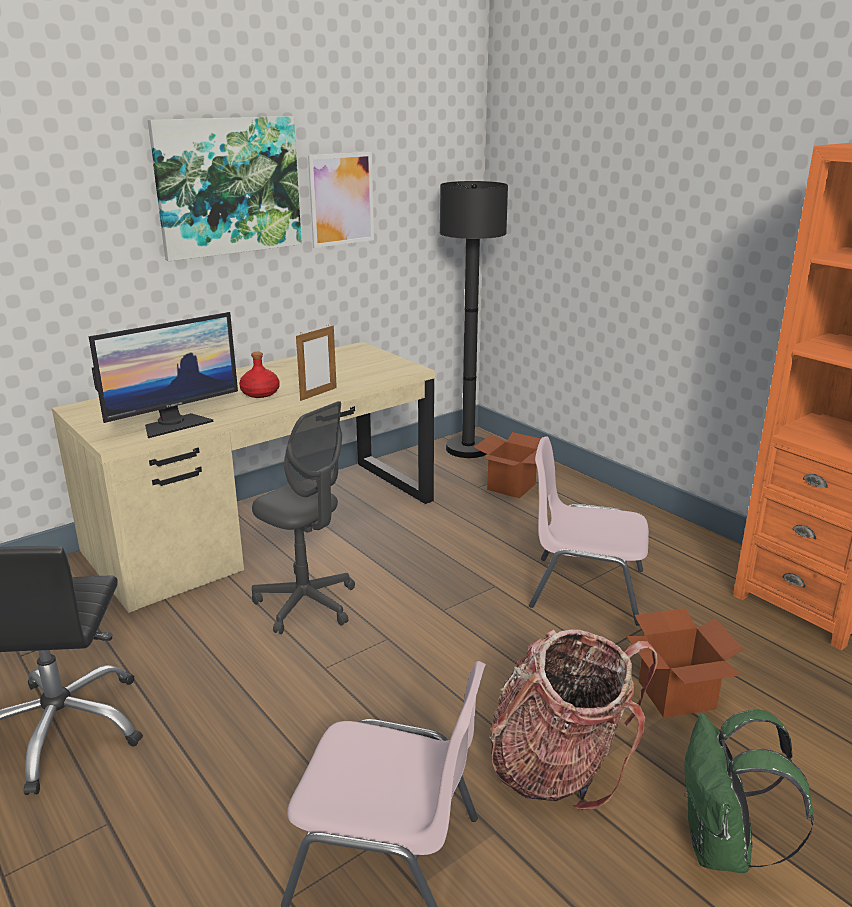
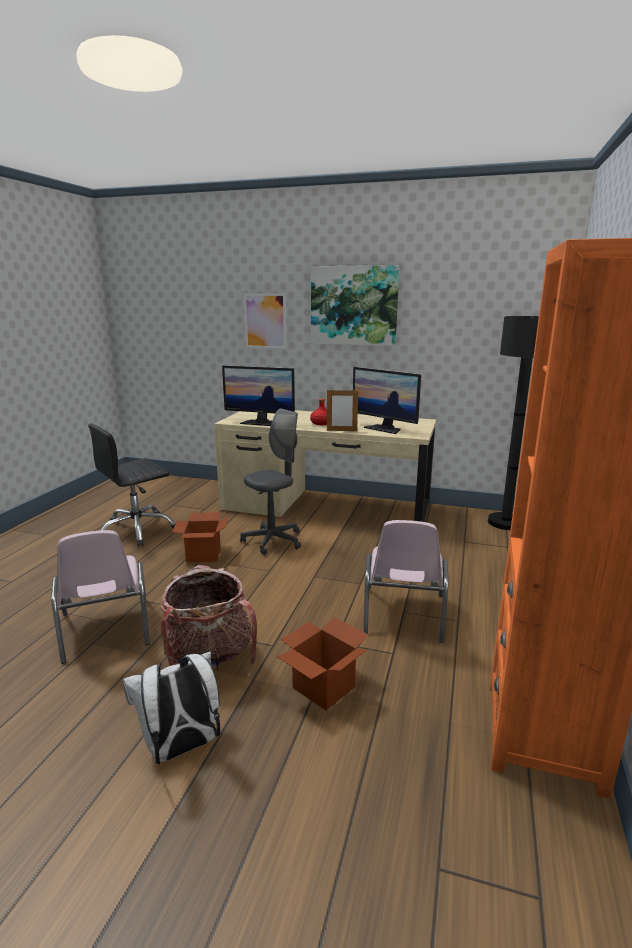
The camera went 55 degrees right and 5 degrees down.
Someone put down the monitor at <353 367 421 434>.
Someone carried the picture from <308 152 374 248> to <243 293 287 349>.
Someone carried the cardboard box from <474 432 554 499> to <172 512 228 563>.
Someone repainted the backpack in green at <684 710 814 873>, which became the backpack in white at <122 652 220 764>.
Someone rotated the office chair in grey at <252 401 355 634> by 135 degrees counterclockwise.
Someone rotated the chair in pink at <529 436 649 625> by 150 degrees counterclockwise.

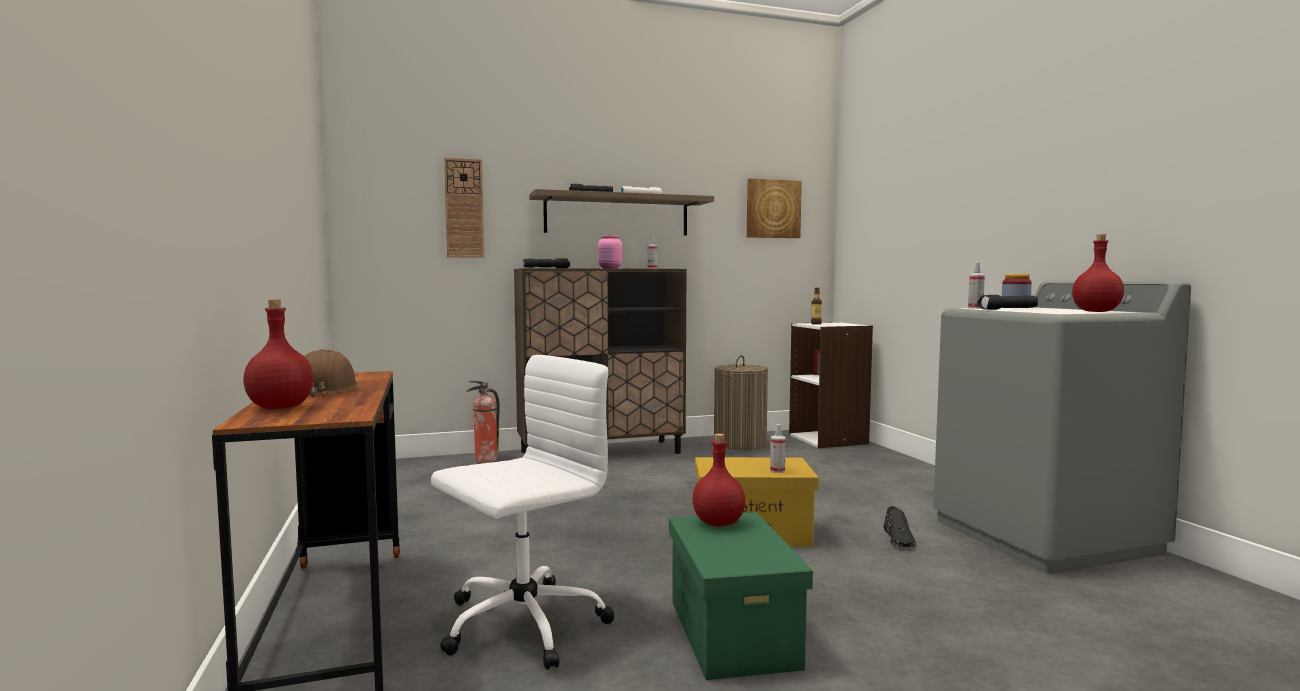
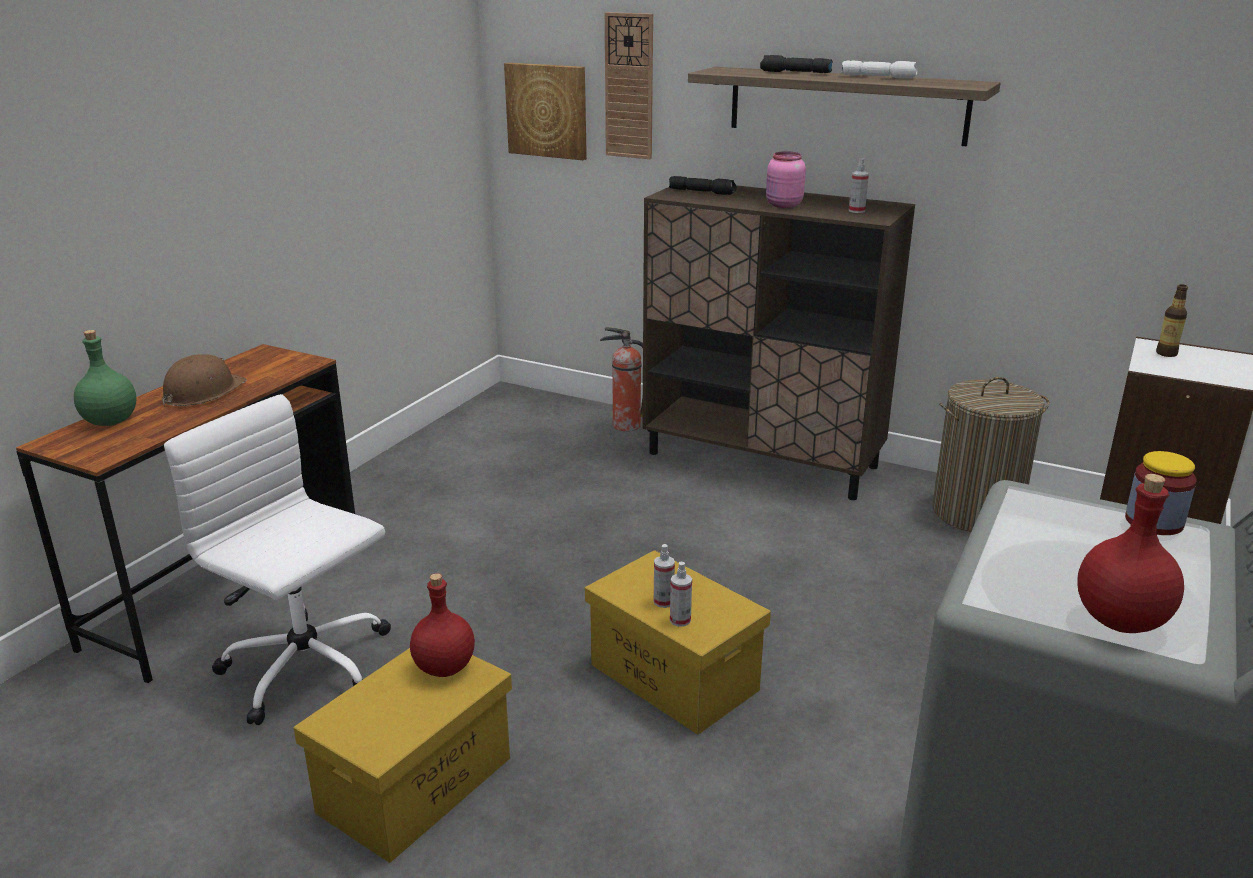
The camera went 45 degrees right and 20 degrees up.
Someone took away the shoe in black at <883 506 916 547>.
Someone took away the flashlight in black at <977 295 1038 310>.
Someone carried the picture from <747 178 802 238> to <504 63 587 160>.
Someone carried the spray bottle from <968 263 985 308> to <654 544 675 608>.
Someone repainted the bottle in red at <243 299 313 409>, which became the bottle in green at <74 330 137 426>.
Someone repainted the storage box in green at <669 512 813 680>, which became the storage box in yellow at <294 648 512 863>.
Someone rotated the office chair in white at <431 355 614 670> by 150 degrees counterclockwise.

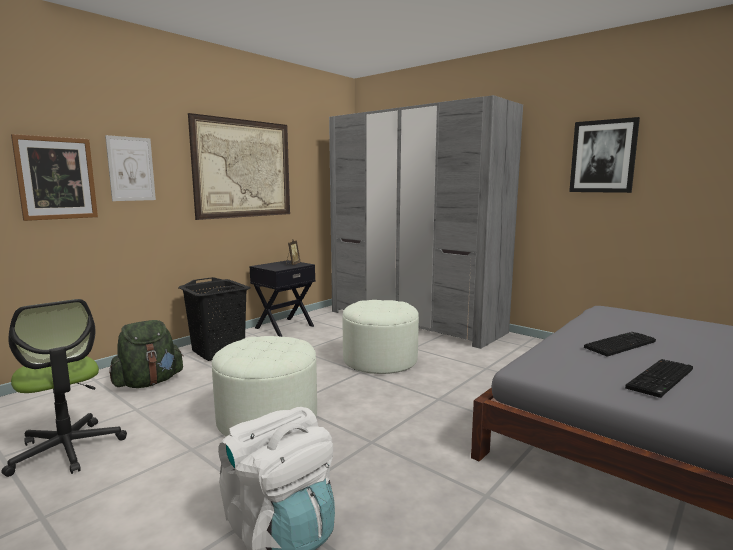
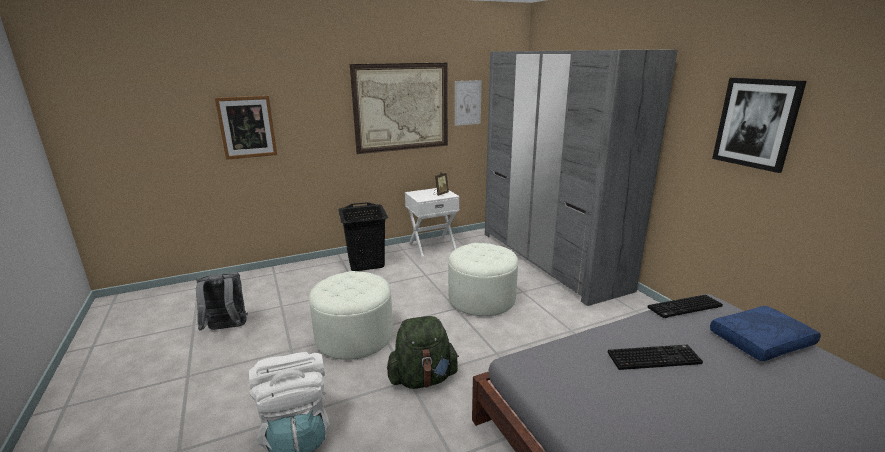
The camera went 25 degrees right and 10 degrees up.
Someone put down the pillow in blue at <710 306 821 362>.
Someone carried the picture from <105 135 156 201> to <455 80 482 126>.
Someone carried the backpack in green from <109 320 183 388> to <387 316 459 389>.
Someone carried the keyboard from <625 359 693 398> to <648 295 723 318>.
Someone swapped the office chair at <1 299 127 477> for the backpack in grey at <196 273 248 331>.
Someone repainted the nightstand in black at <249 260 315 337>, which became the nightstand in white at <405 188 459 256>.

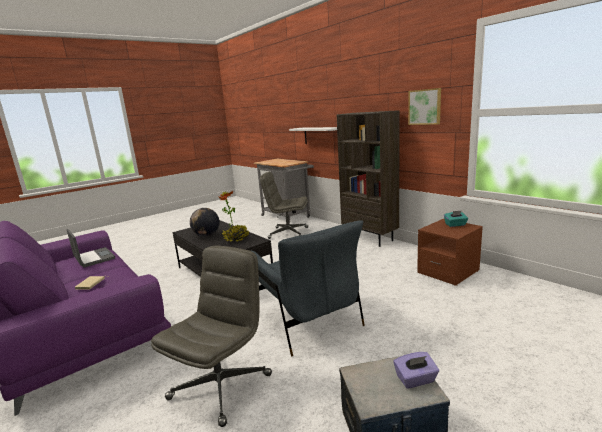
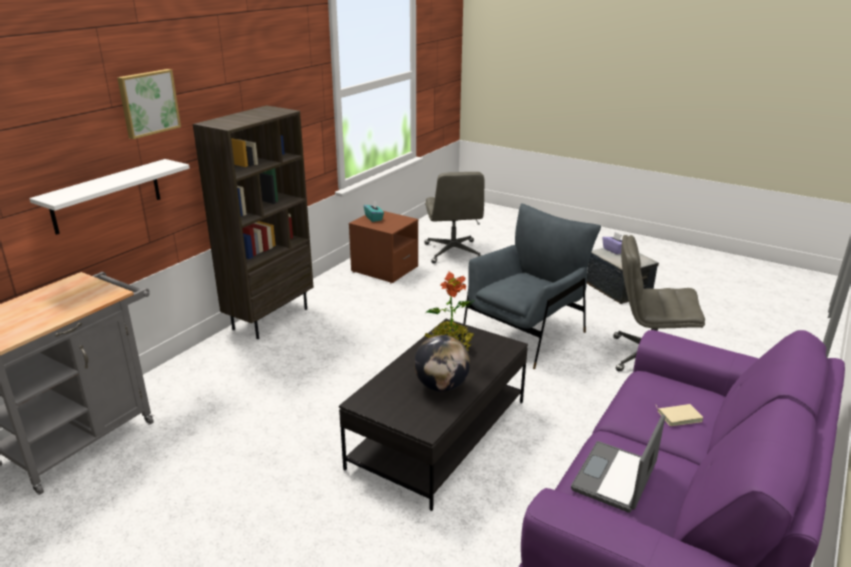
The camera went 110 degrees left and 10 degrees up.
Someone carried the office chair in grey from <260 172 308 239> to <424 172 485 264>.
Someone carried the picture from <408 88 441 125> to <117 69 181 139>.

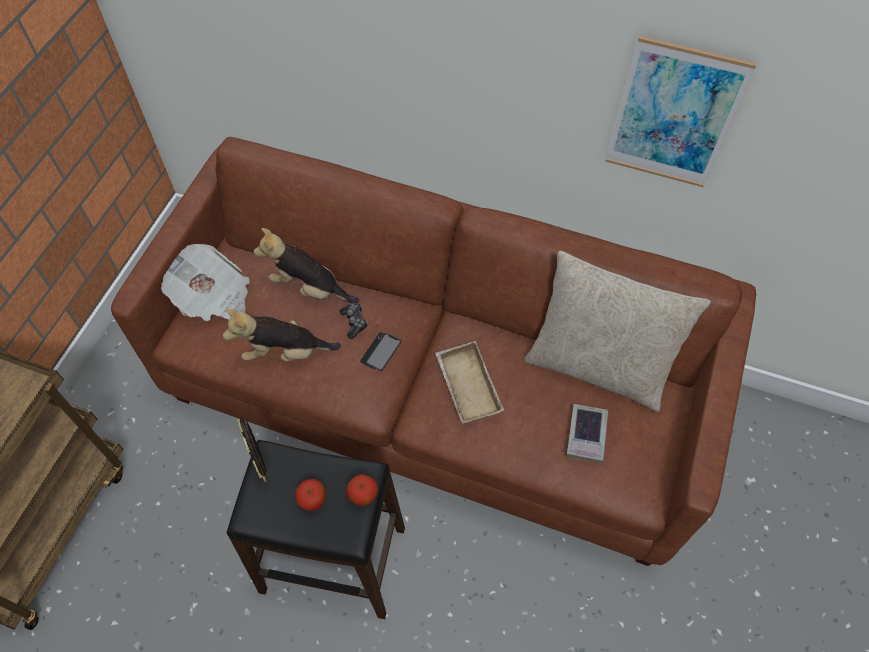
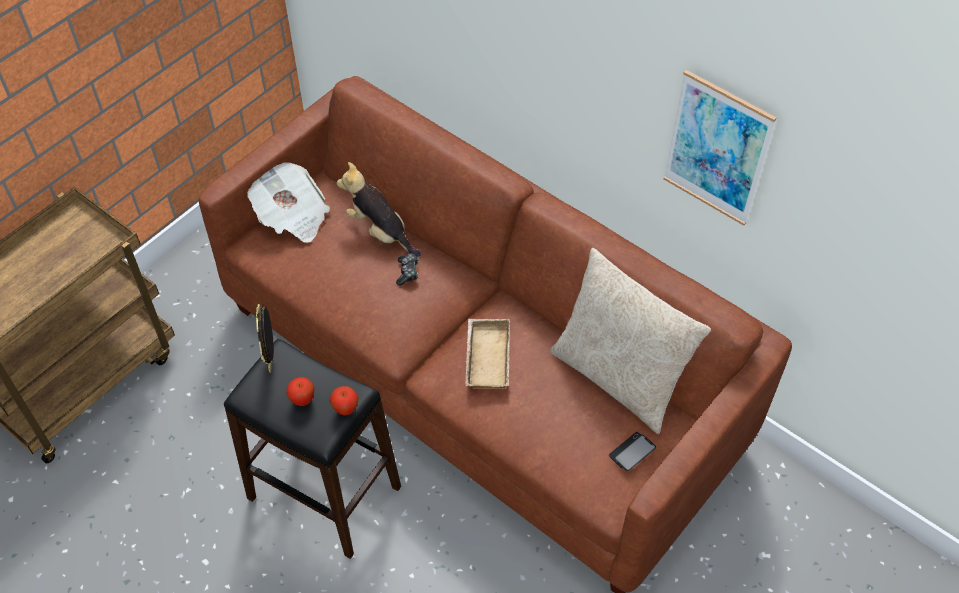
The camera went 20 degrees right and 5 degrees down.
Someone took away the plush toy at <223 309 341 361>.
Someone took away the book at <566 404 608 463>.
Someone carried the phone from <360 332 401 371> to <609 432 656 471>.

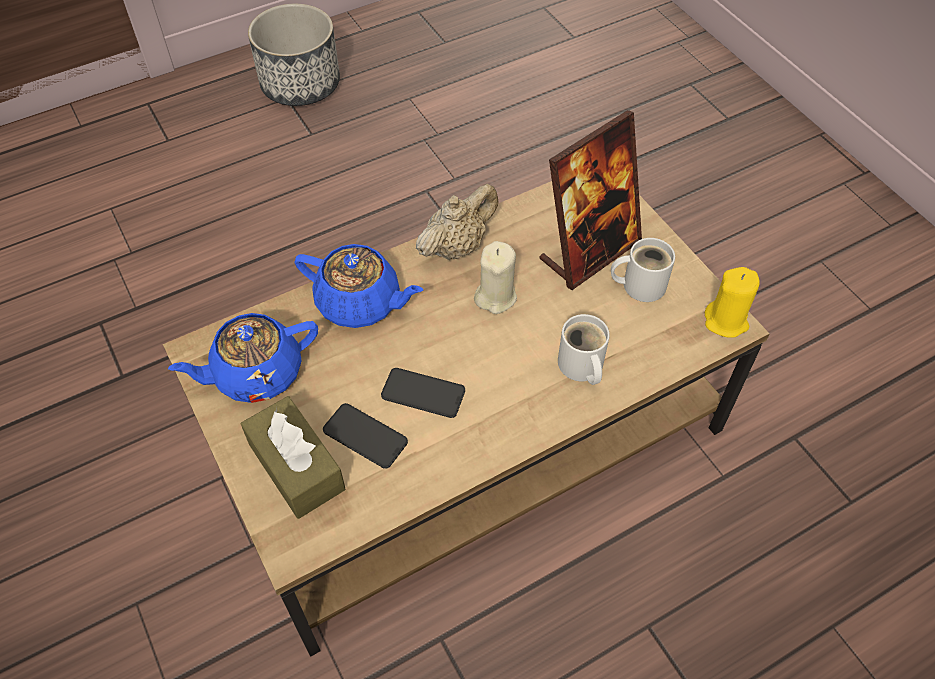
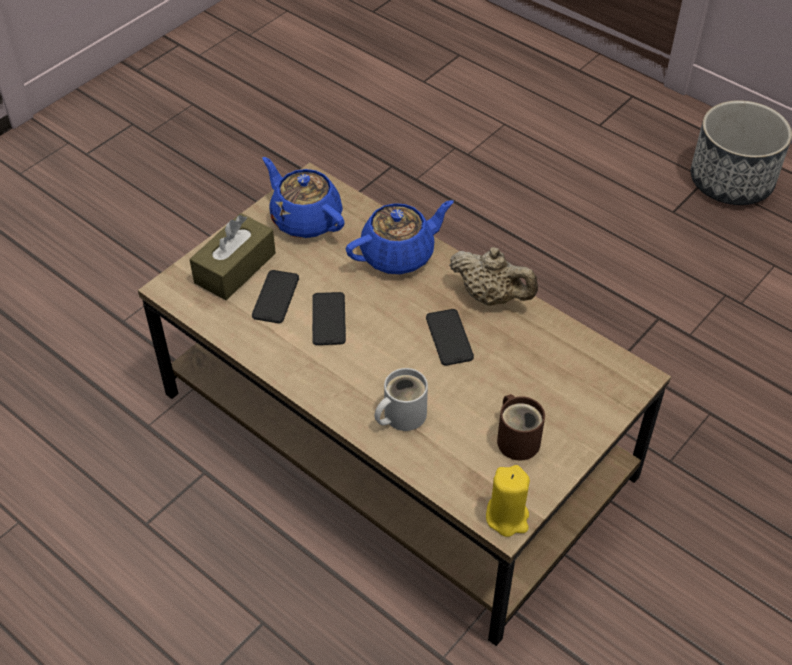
The camera went 70 degrees right and 5 degrees down.
Someone took away the picture frame at <539 110 642 290>.
Someone swapped the candle in beige at <474 241 517 314> for the phone at <426 309 474 366>.
Someone repainted the mug in white at <611 238 675 302>, which became the mug in brown at <497 394 545 460>.
Someone rotated the teapot in blue at <294 244 423 328> by 120 degrees counterclockwise.

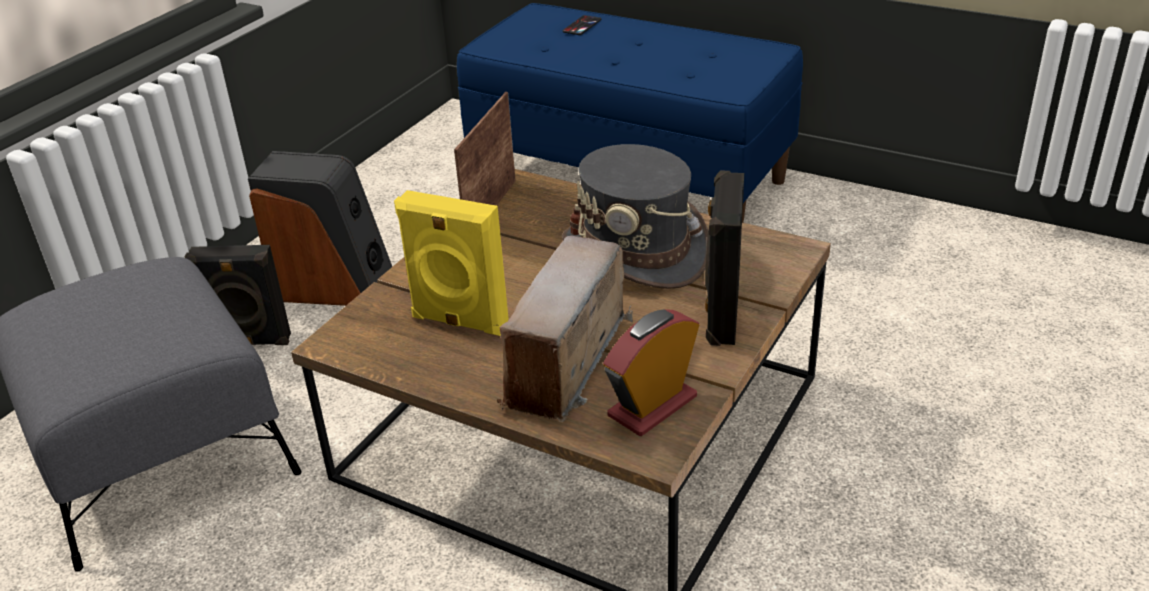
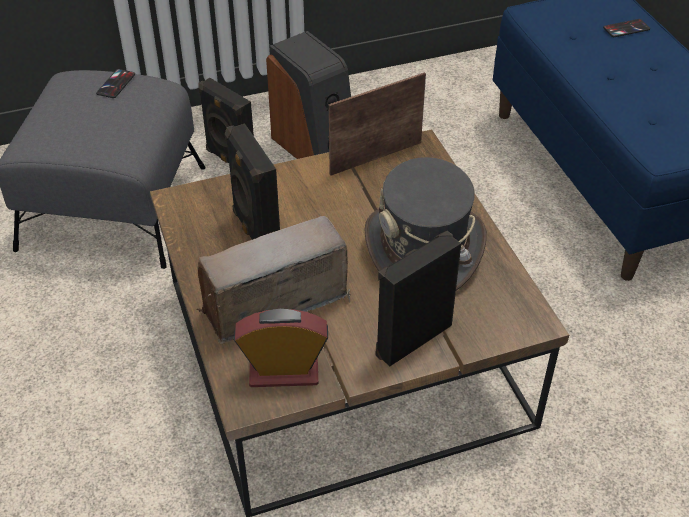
The camera went 40 degrees right and 10 degrees up.
Someone put down the phone at <96 69 135 98>.
Someone repainted the speaker in yellow at <394 190 509 336>, which became the speaker in black at <225 123 280 240>.

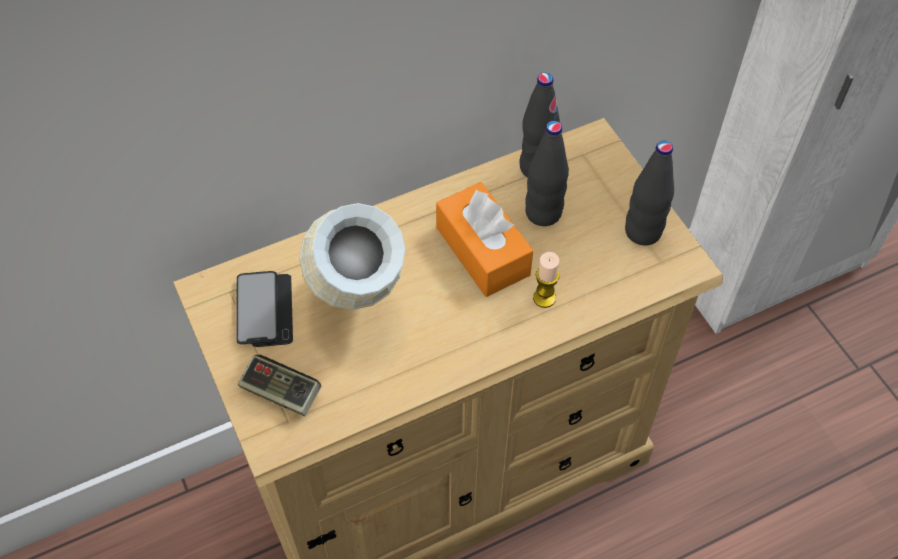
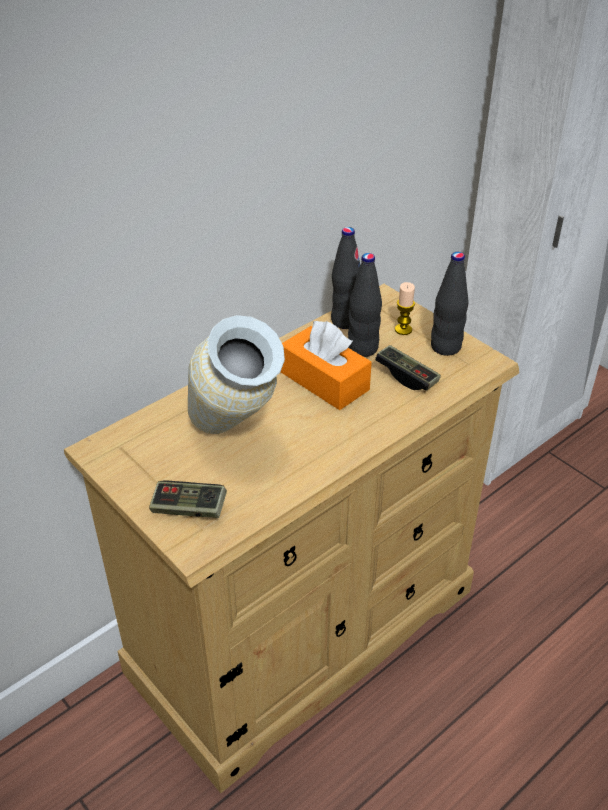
The camera went 15 degrees left and 15 degrees down.
Someone took away the phone at <236 271 293 347>.
Someone put down the game controller at <375 345 441 390>.
Someone carried the candle from <533 252 560 308> to <395 282 415 335>.

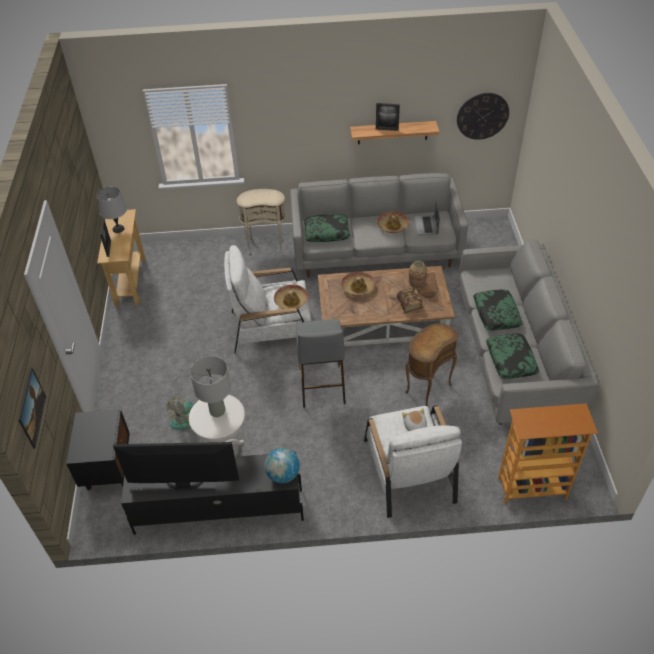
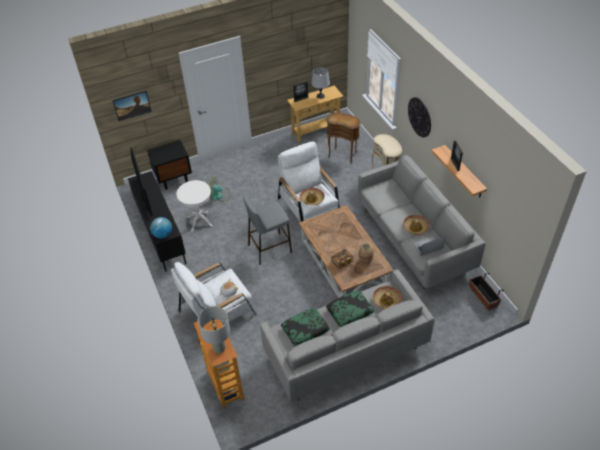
The camera went 70 degrees right and 0 degrees up.
Someone took away the pillow at <304 214 350 242>.
Someone put down the planter at <469 272 504 310>.
Someone carried the table lamp in grey from <190 356 231 417> to <198 306 230 354>.
Someone carried the hat from <341 271 376 296> to <373 286 402 309>.
Someone carried the side table in brown from <405 323 458 406> to <326 113 361 163>.
Someone carried the wall clock from <457 93 509 140> to <408 97 431 137>.

